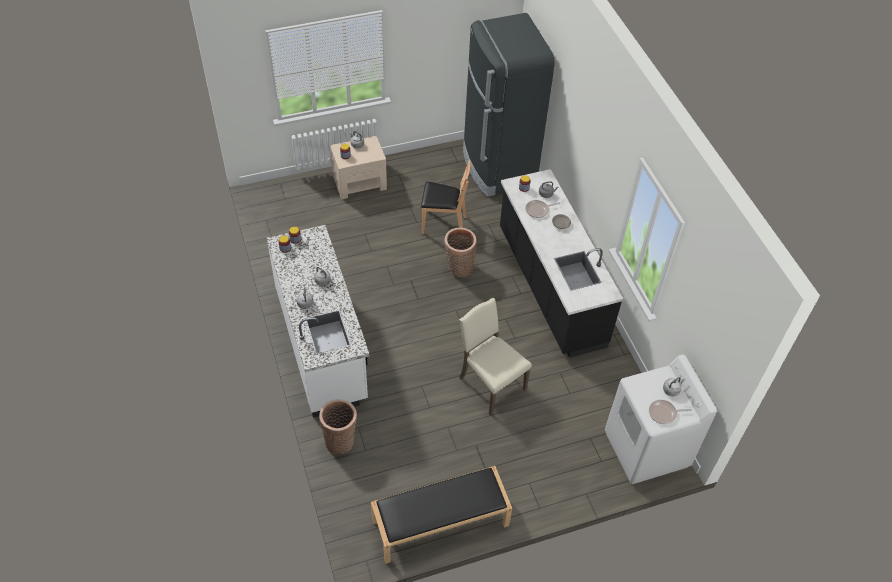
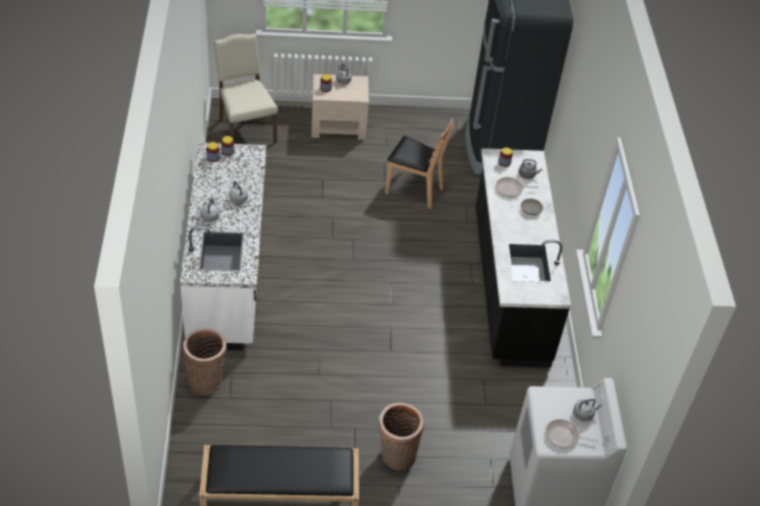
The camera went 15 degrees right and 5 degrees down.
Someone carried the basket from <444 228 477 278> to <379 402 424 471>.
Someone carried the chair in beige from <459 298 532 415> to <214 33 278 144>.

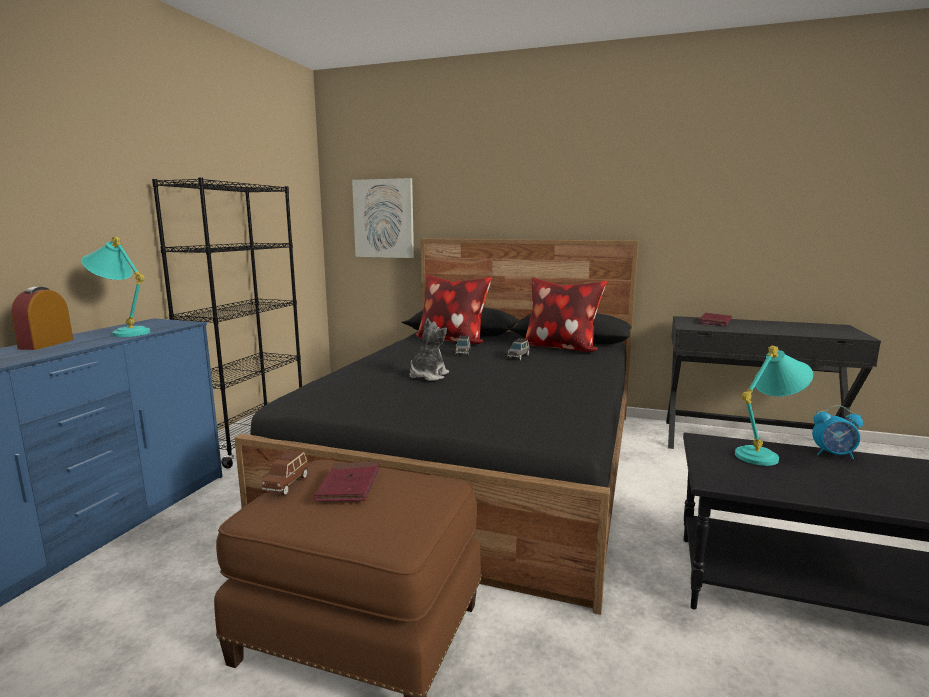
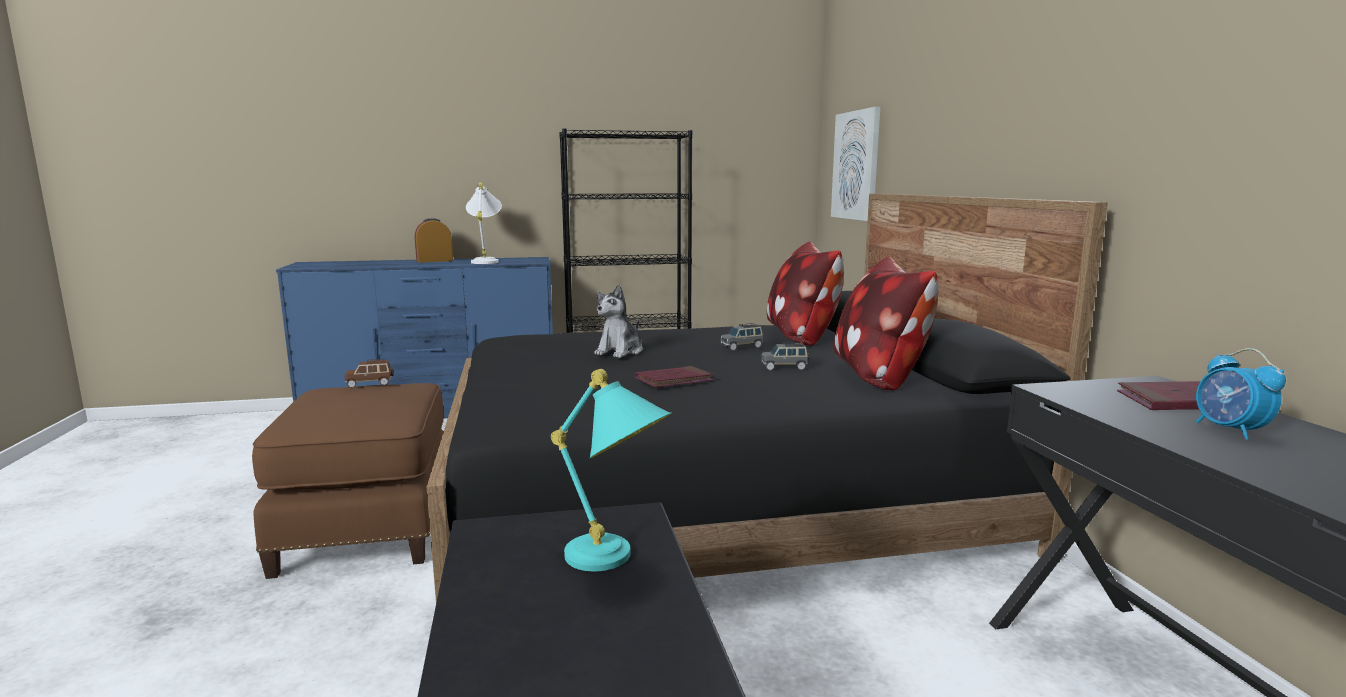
The camera went 60 degrees right and 0 degrees up.
Someone carried the book in red from <314 462 380 502> to <635 366 714 388>.
Someone carried the alarm clock from <812 405 863 459> to <1196 348 1286 440>.
Someone repainted the table lamp in turquoise at <82 237 150 337>, which became the table lamp in white at <466 182 502 264>.
Someone rotated the plush toy at <410 318 449 381> by 120 degrees clockwise.

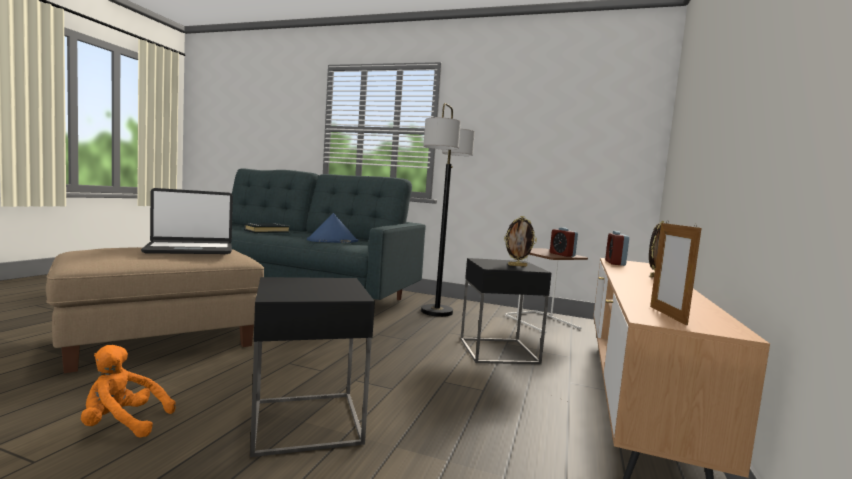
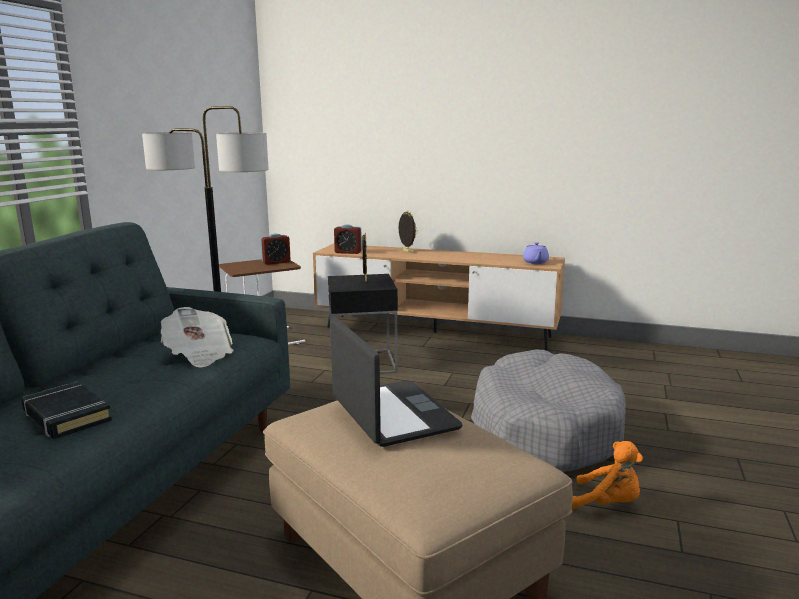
The camera went 90 degrees left and 10 degrees up.
Someone swapped the side table in black at <250 277 375 457> for the dog bed in grey at <471 350 626 472>.
Someone swapped the hat in blue at <307 213 358 243> for the newspaper at <161 307 234 368>.
Someone swapped the picture frame at <650 221 702 326> for the teapot in purple at <523 242 549 264>.
Someone rotated the plush toy in orange at <81 345 176 438> by 60 degrees counterclockwise.

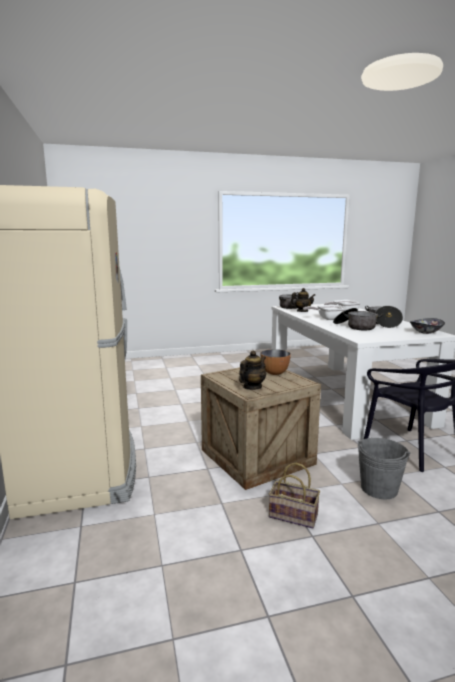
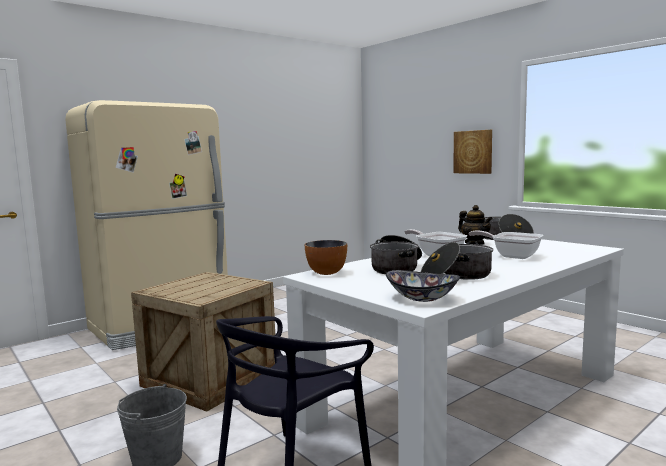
The camera went 65 degrees right and 5 degrees down.
Someone took away the teapot at <239 350 266 390>.
Someone took away the basket at <269 463 320 529>.
Someone put up the picture at <454 130 492 174>.
Someone carried the bowl from <260 349 291 375> to <305 240 347 275>.

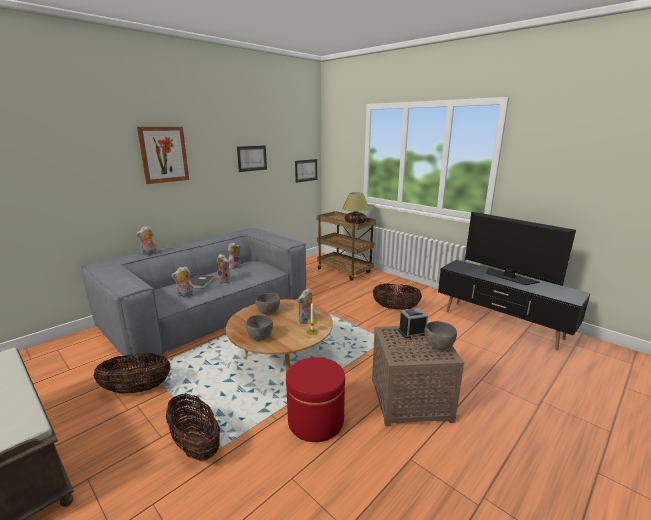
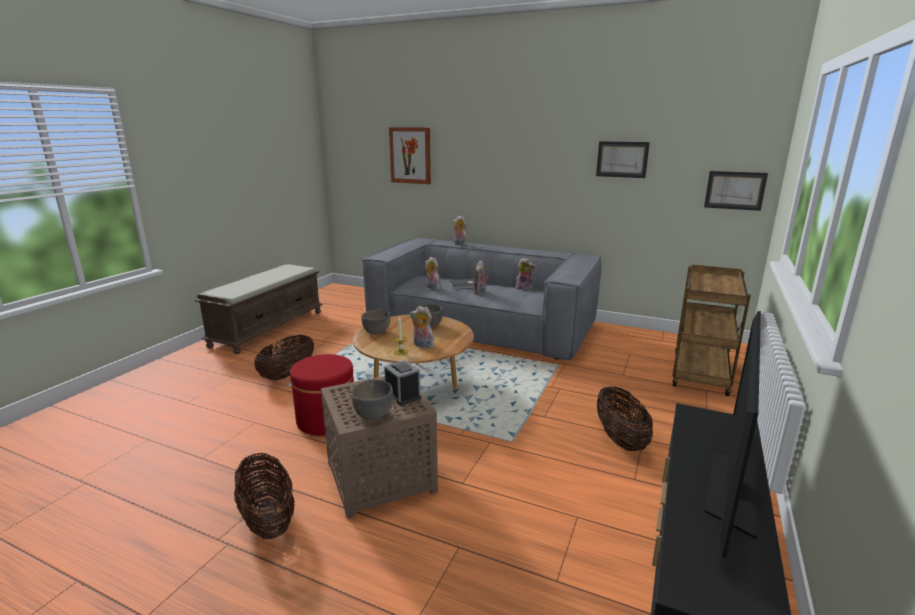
The camera went 70 degrees right and 0 degrees up.
Someone took away the table lamp at <342 192 370 224>.
Someone carried the basket from <93 353 170 394> to <234 453 295 539>.
Someone carried the picture from <137 127 189 184> to <389 127 431 184>.

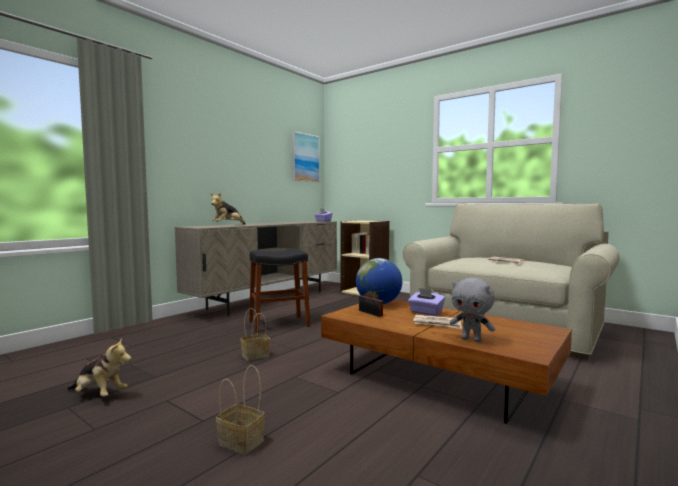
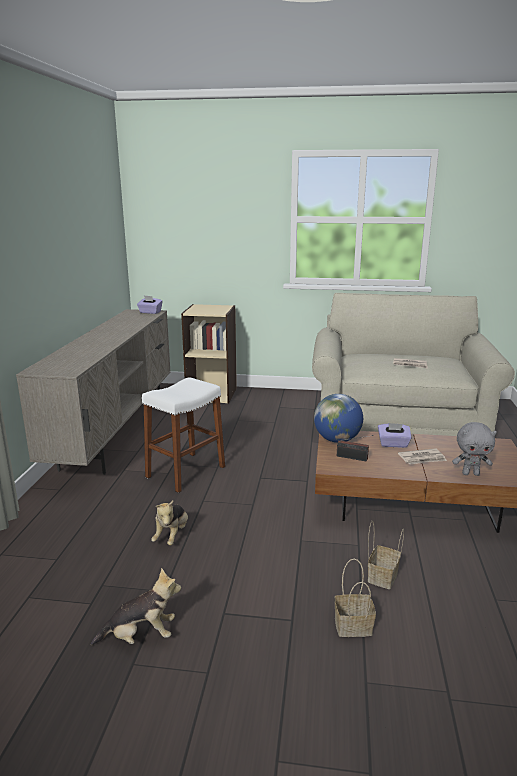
The camera went 30 degrees left and 15 degrees up.
Someone took away the picture at <292 131 320 182>.
Someone carried the plush toy from <210 193 245 224> to <151 501 188 546>.
Someone carried the basket from <241 308 270 361> to <368 520 404 589>.
Someone repainted the stool in black at <249 249 310 333>, which became the stool in white at <142 377 225 493>.

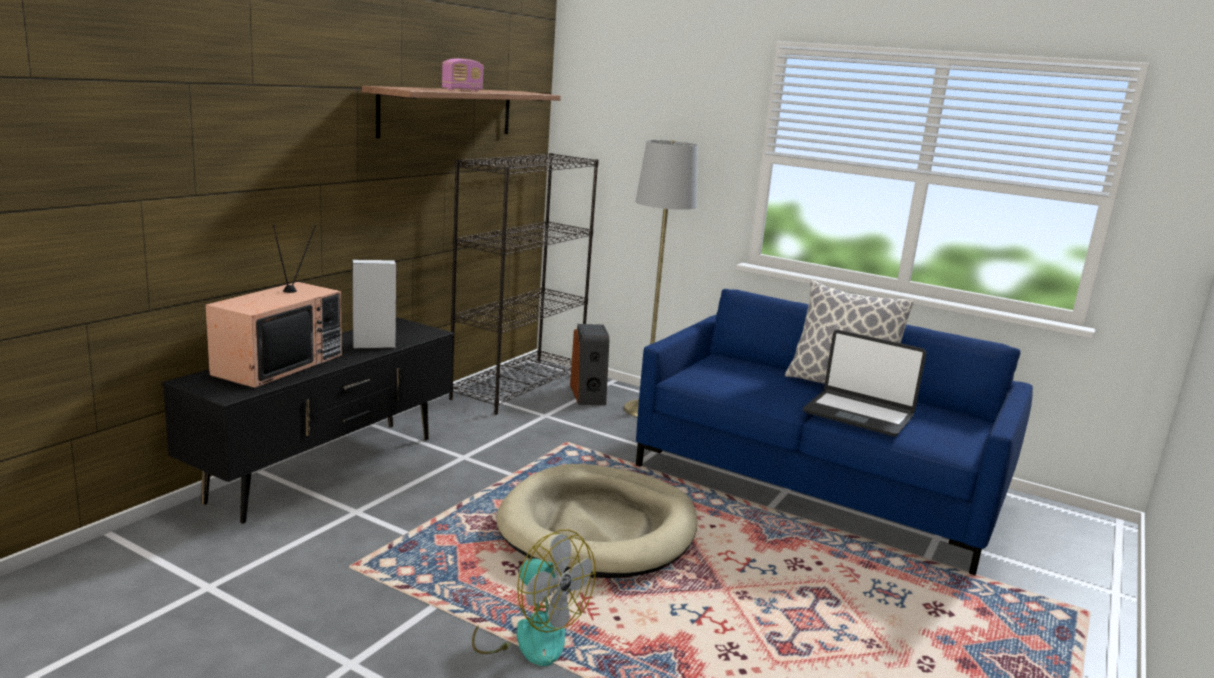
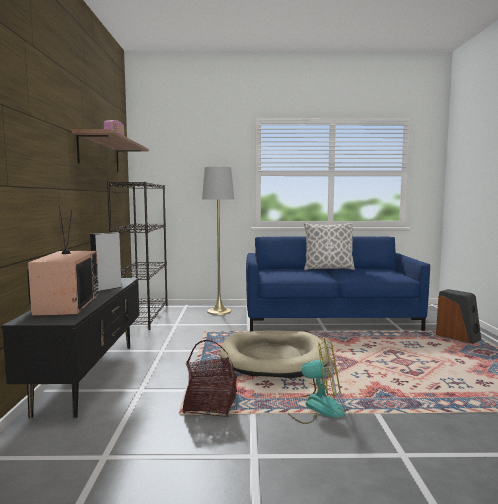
The camera went 30 degrees left and 10 degrees down.
Someone took away the laptop at <803 330 926 436>.
Someone put down the basket at <182 340 237 417>.
Someone carried the speaker from <570 324 609 405> to <436 289 481 344>.

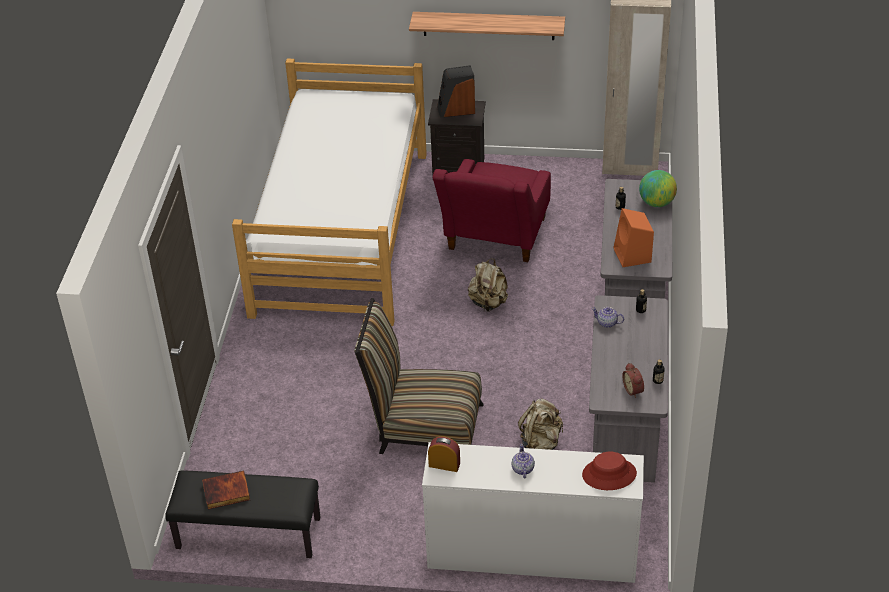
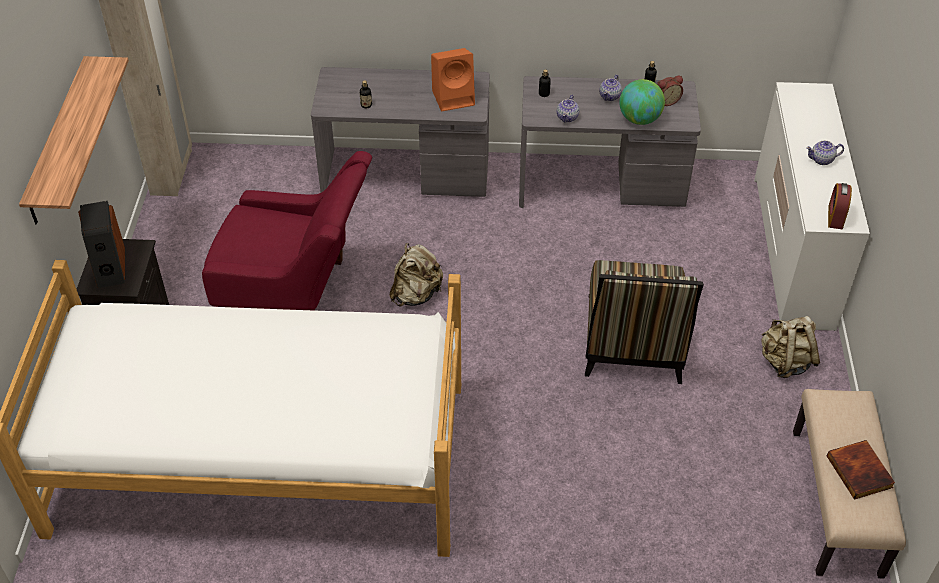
The camera went 95 degrees left and 5 degrees up.
Someone took away the hat in red at <582 452 637 490>.
Someone put down the teapot at <599 75 622 101>.
Someone carried the backpack in beige from <518 399 563 450> to <761 316 820 378>.
Someone carried the globe from <639 170 677 207> to <619 79 665 125>.
Someone repainted the bench in black at <165 470 320 558>, which became the bench in beige at <793 389 906 579>.

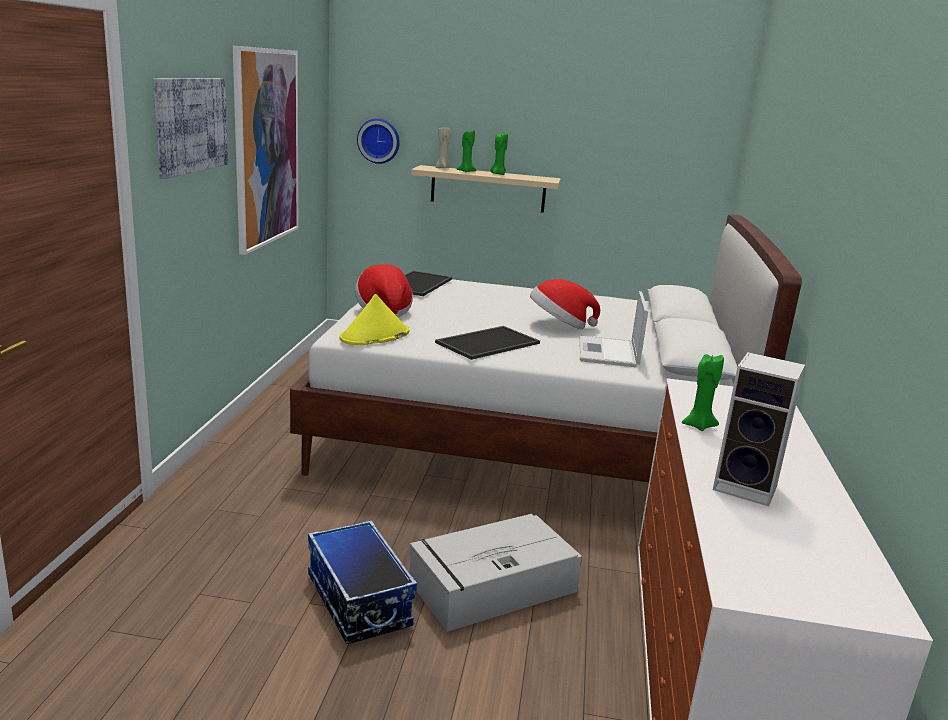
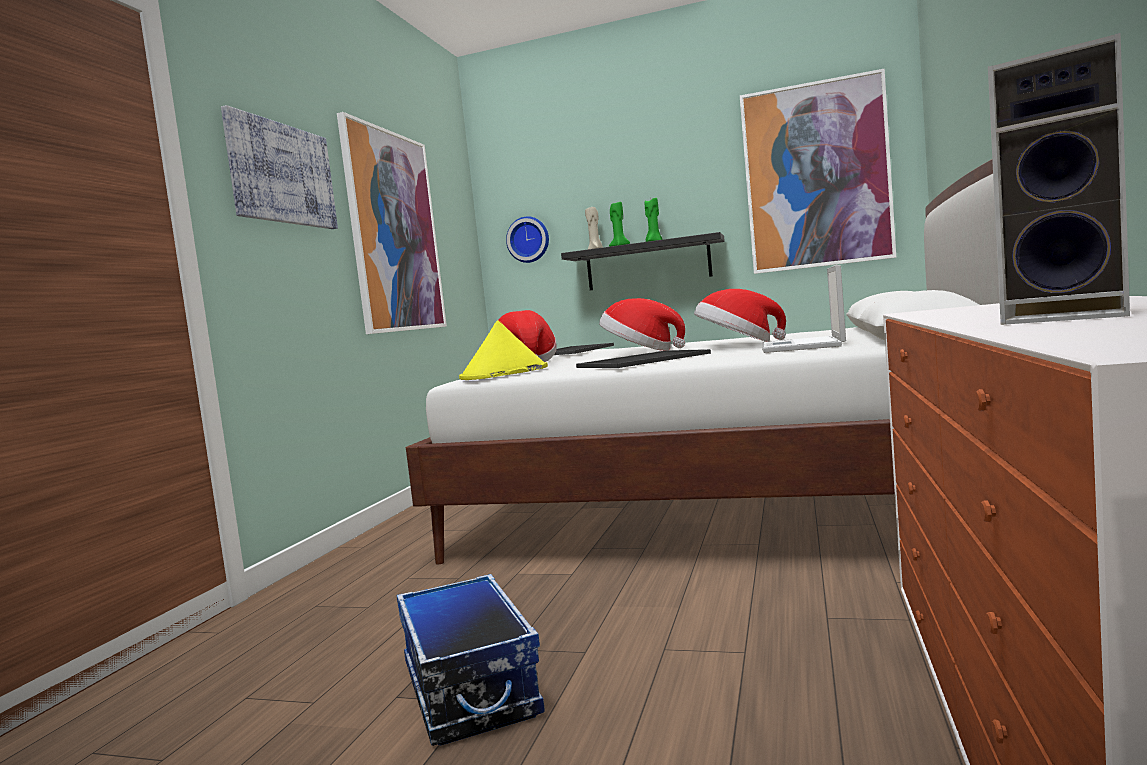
The camera went 10 degrees right and 15 degrees down.
Someone took away the storage box in grey at <410 514 582 632>.
Someone took away the candle in green at <682 354 724 431>.
Someone put down the hat at <599 298 685 351>.
Someone put up the picture at <740 68 896 274>.
Someone repainted the shelf in beige at <411 165 561 213>, which became the shelf in black at <561 232 725 290>.

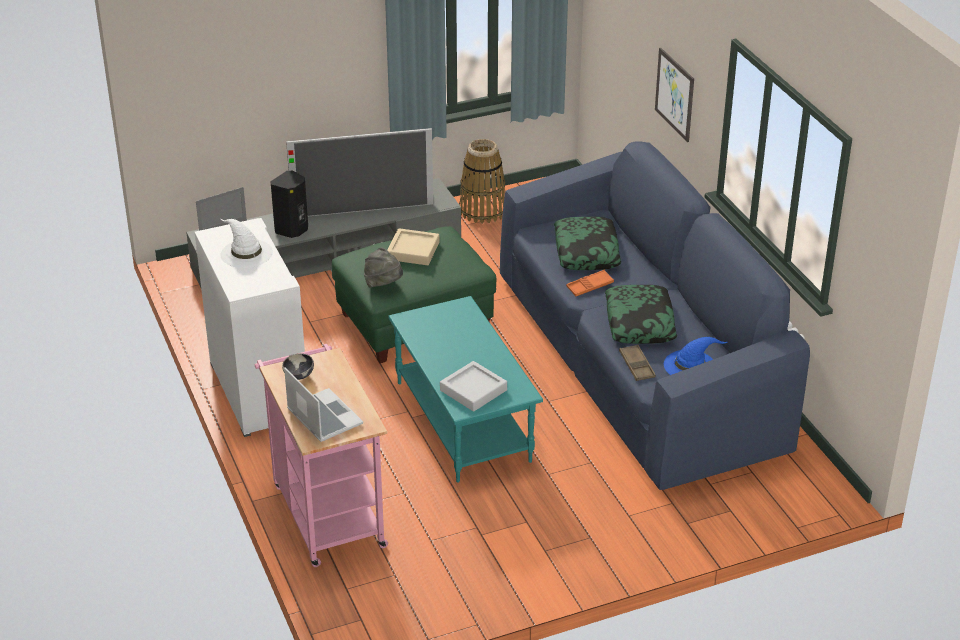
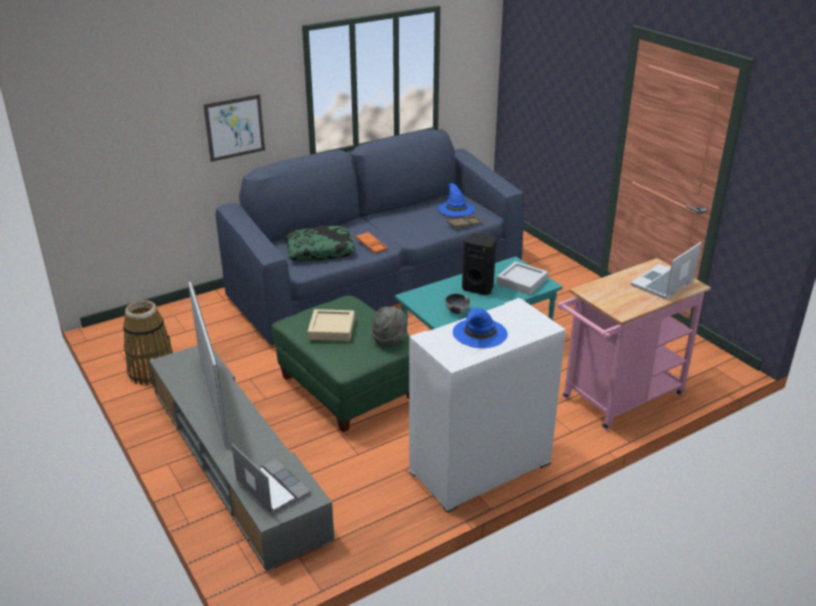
The camera went 100 degrees left and 5 degrees down.
Someone took away the pillow at <605 285 677 344>.
Someone carried the speaker in black from <270 171 308 238> to <462 233 496 295>.
Someone carried the bowl from <282 353 314 380> to <445 293 470 314>.
Someone repainted the hat in white at <220 218 273 268>, which became the hat in blue at <453 308 508 348>.

